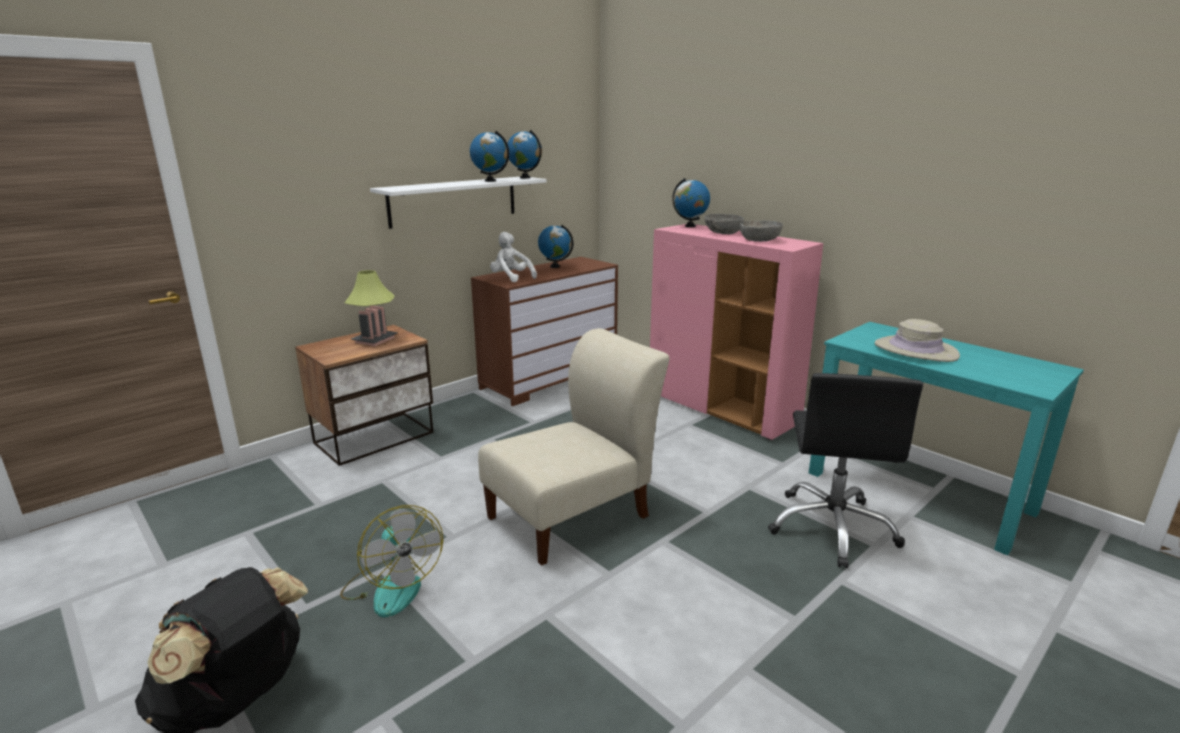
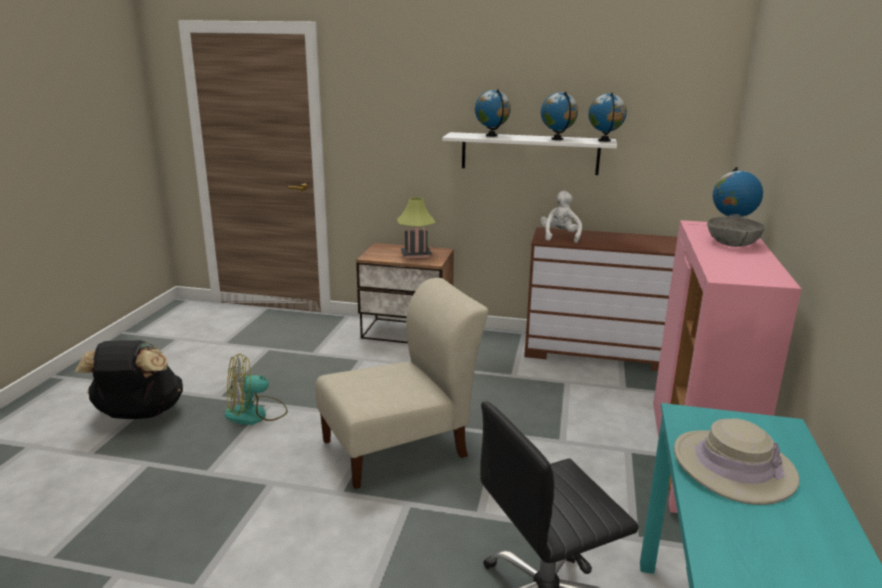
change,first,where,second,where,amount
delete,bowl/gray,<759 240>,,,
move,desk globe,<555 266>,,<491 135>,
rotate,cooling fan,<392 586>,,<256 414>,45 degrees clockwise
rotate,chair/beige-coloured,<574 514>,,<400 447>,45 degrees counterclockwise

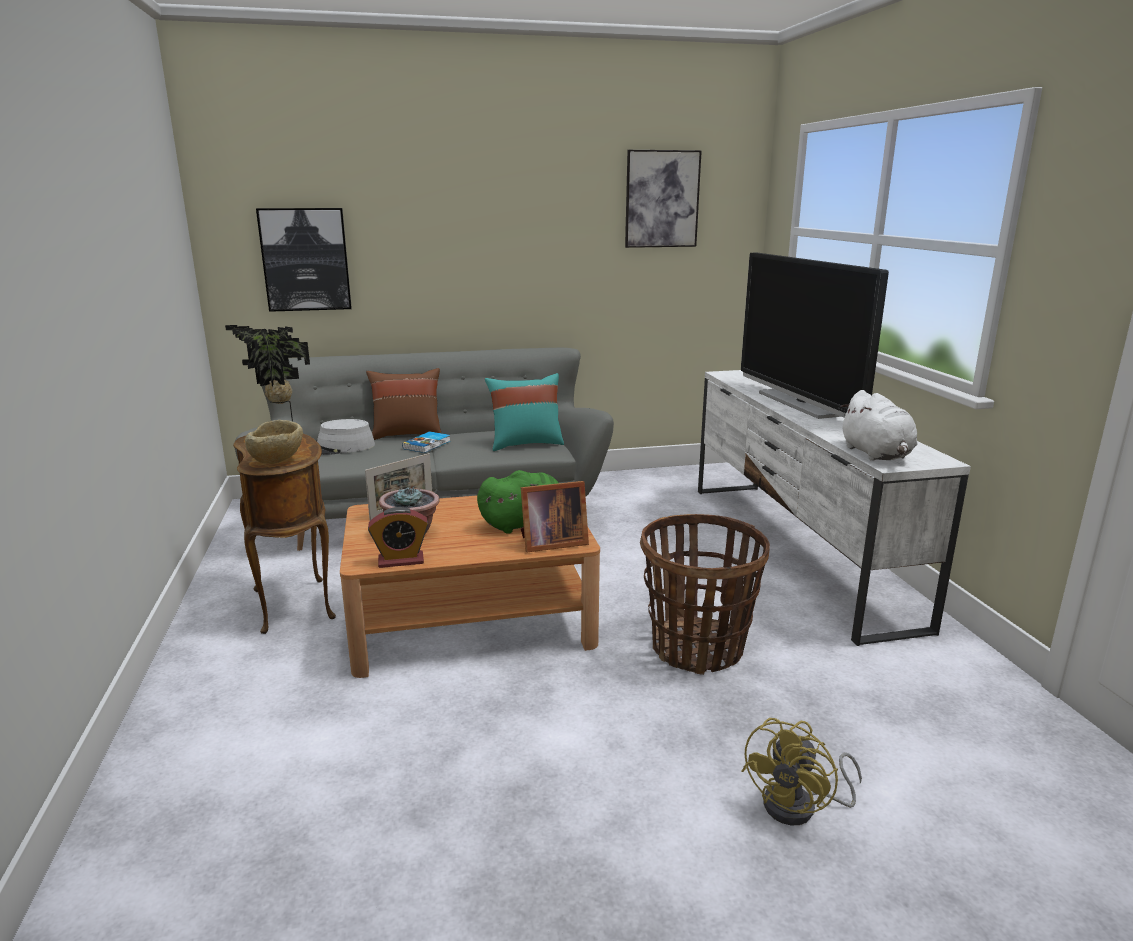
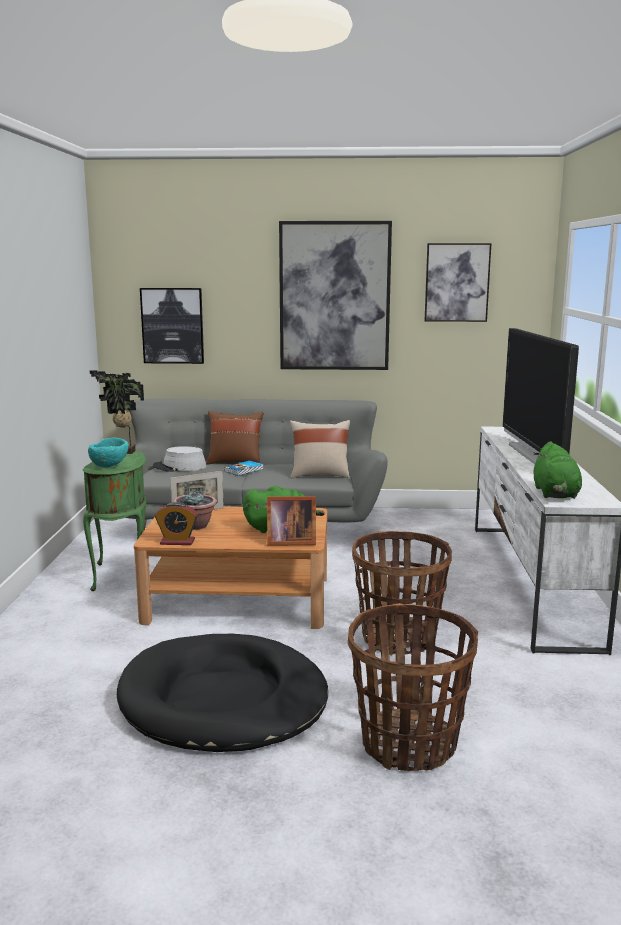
change,first,where,second,where,amount
insert,,,dog bed/black-coloured,<223 699>,
insert,,,wall picture,<334 296>,
replace,cooling fan/yellow-coloured,<800 807>,storage basket,<409 744>,
recolor,end table/brownish,<297 604>,end table/green-coloured,<123 576>,
recolor,bowl/beige-coloured,<277 462>,bowl/turquoise-coloured,<109 466>,
recolor,throw pillow/turquoise-coloured,<525 444>,throw pillow/beige-coloured,<320 475>,
recolor,soft toy/white,<877 455>,soft toy/green-coloured,<555 494>,

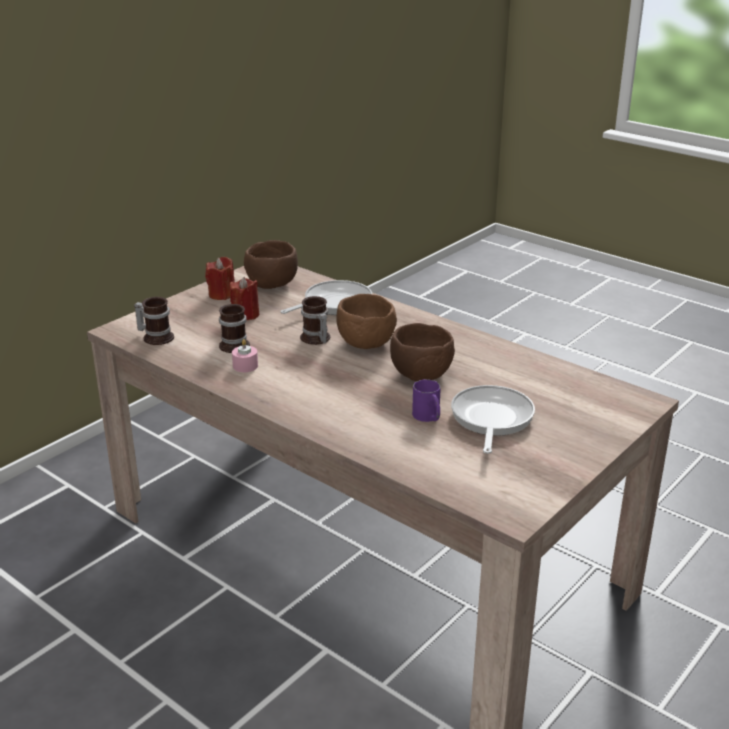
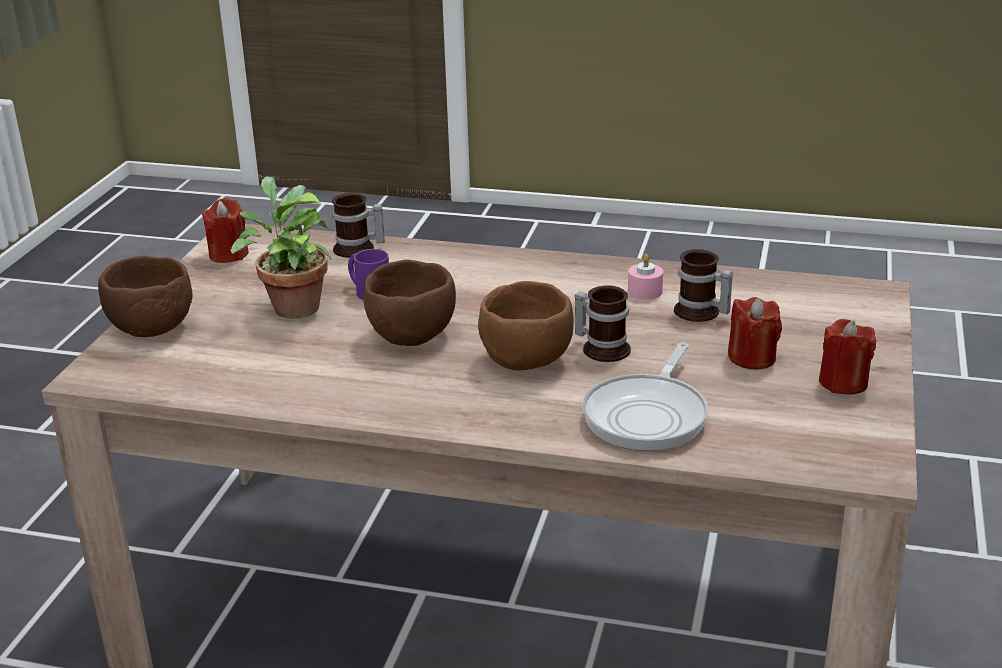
change,first,where,second,where,amount
insert,,,wax light/reddish,<228 254>,
move,mug,<156 337>,,<358 249>,
move,bowl/brownish,<273 284>,,<150 329>,
replace,frying pan,<491 419>,plant in a pot,<292 306>,

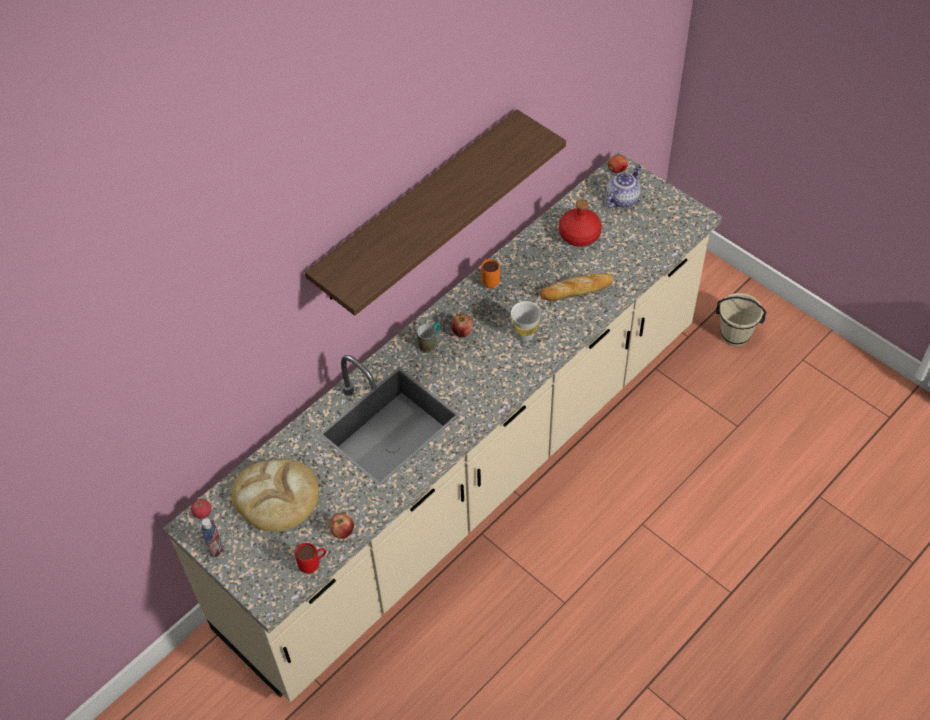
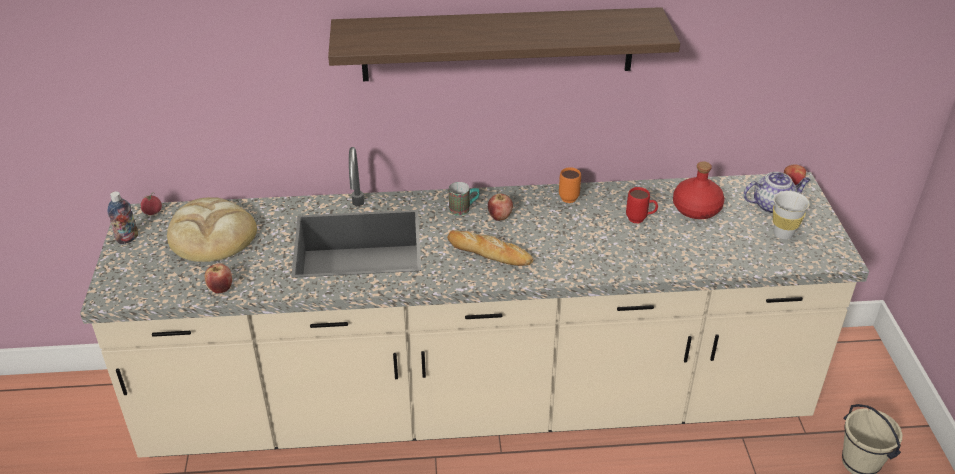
change,first,where,second,where,amount
move,mug/reddish,<314 565>,,<640 220>,
move,cup/white,<525 335>,,<783 234>,
move,bread,<577 289>,,<489 252>,

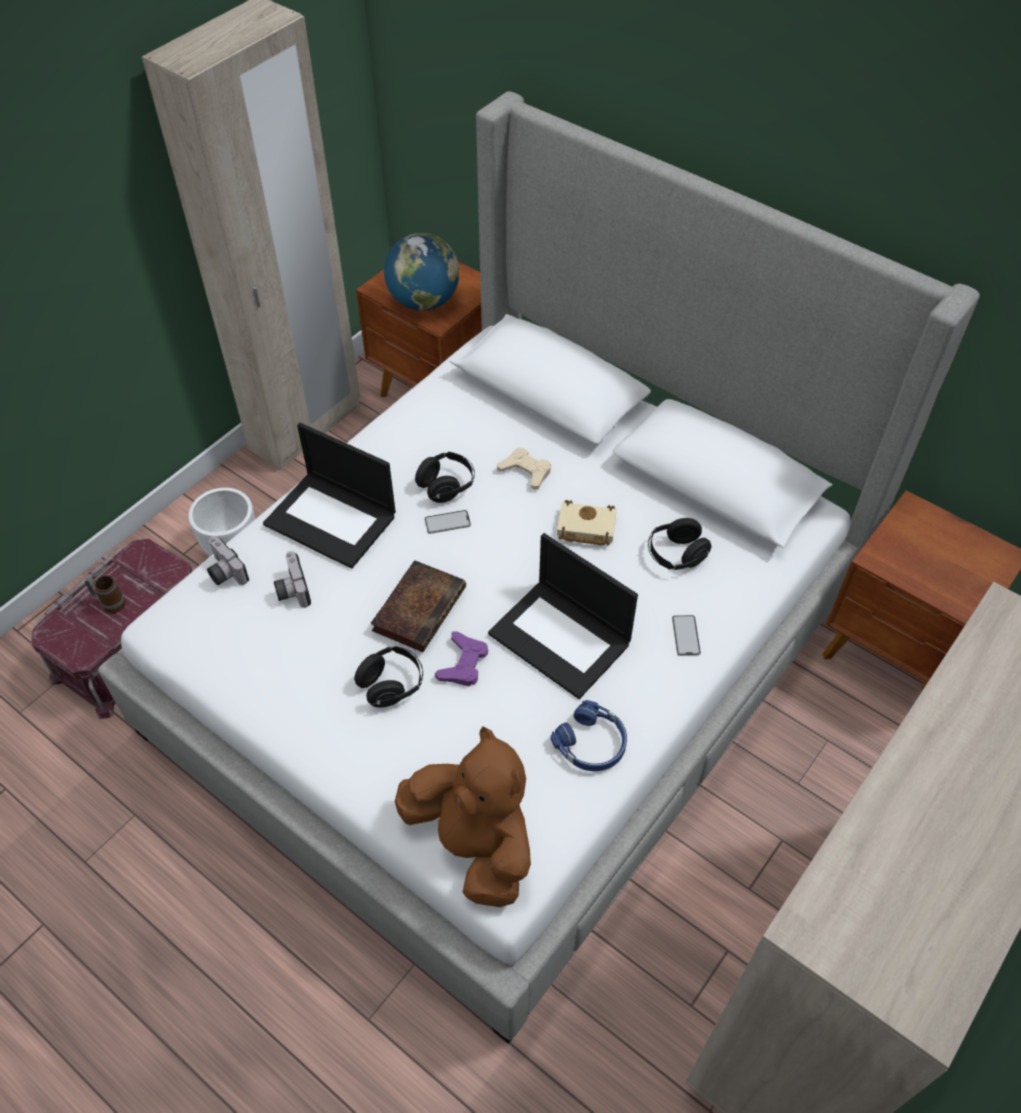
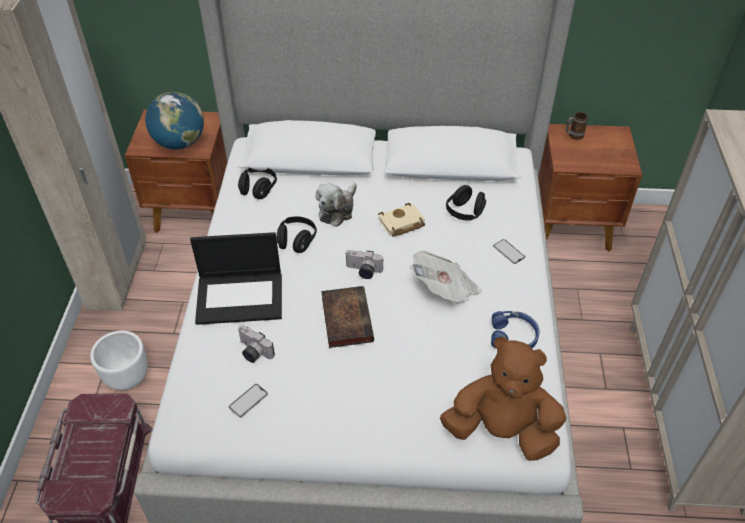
change,first,where,second,where,amount
delete,game controller/purplish,<463 663>,,,
move,mug,<110 603>,,<573 136>,
move,still camera,<224 572>,,<363 271>,
move,headset/black-coloured,<391 685>,,<258 189>,
move,handset,<447 522>,,<248 400>,
replace,laptop,<561 638>,daily paper,<445 290>,
replace,game controller/beige-coloured,<525 471>,soft toy,<337 210>,

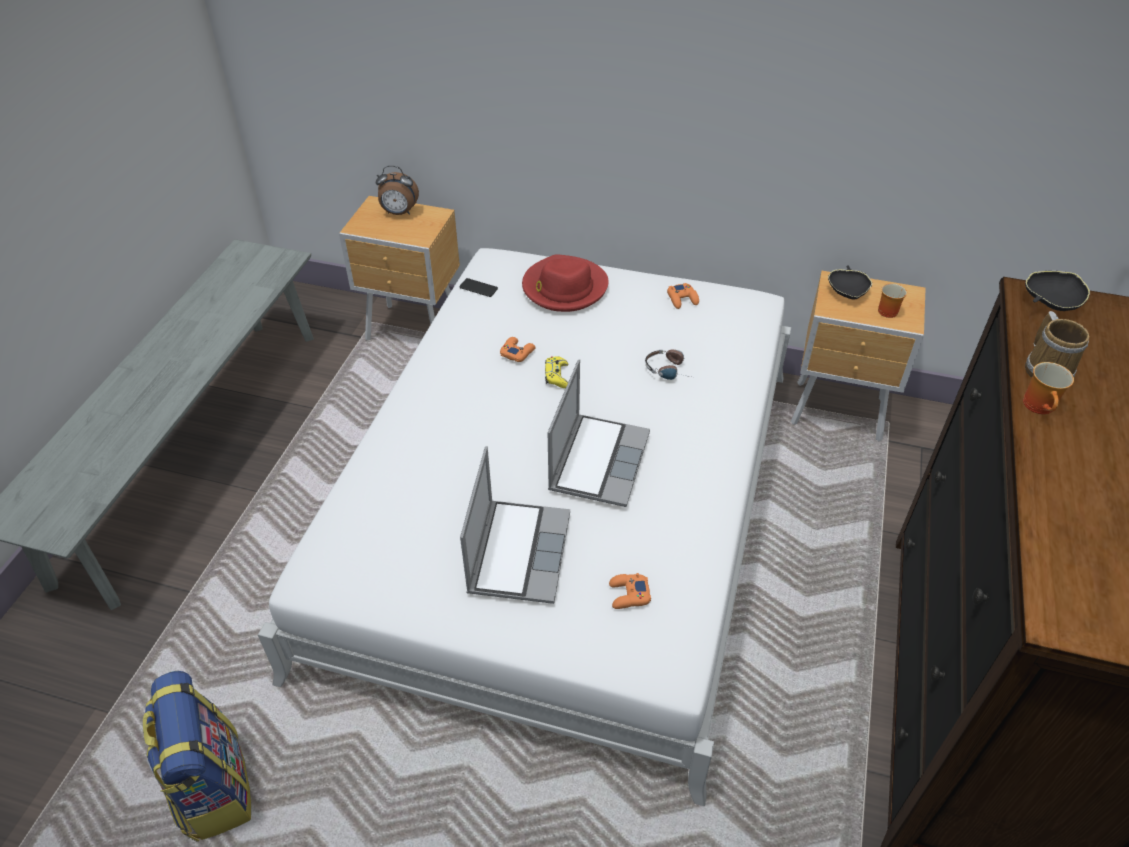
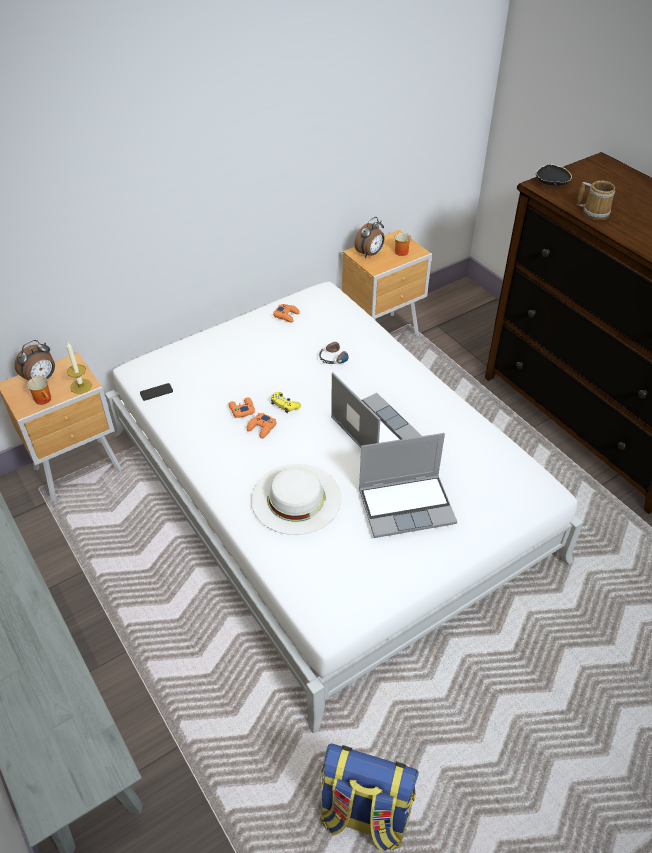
change,first,where,second,where,amount
delete,clothing hat/reddish,<564 287>,,,
insert,,,wax light,<81 386>,
insert,,,clothing hat/white,<296 498>,
move,game controller/orange,<629 595>,,<262 428>,
move,mug,<1041 407>,,<45 399>,
replace,bowl/black-coloured,<847 291>,alarm clock,<370 254>,
rotate,laptop,<518 551>,,<407 505>,120 degrees clockwise

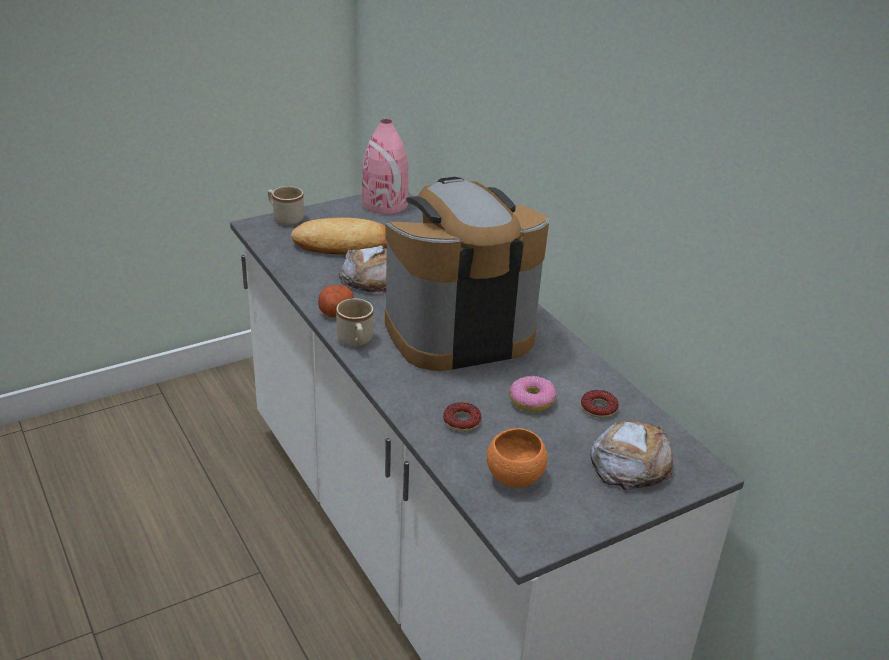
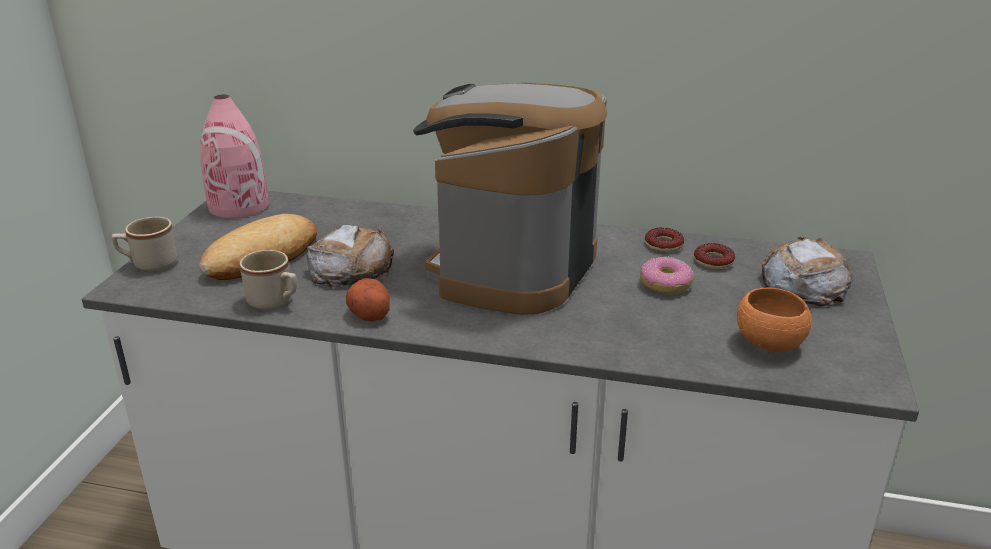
change,first,where,second,where,amount
move,mug/beige-coloured,<356 341>,,<275 302>,
move,donut,<461 421>,,<663 245>,

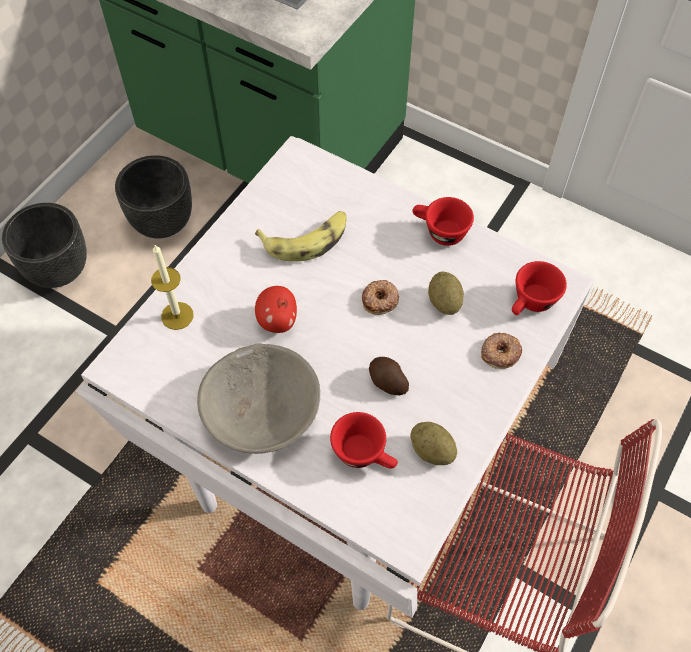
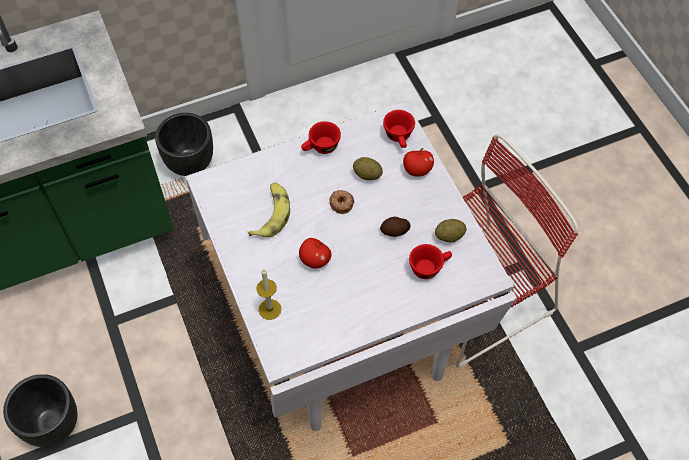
change,first,where,second,where,amount
delete,bowl/gray,<261 411>,,,
move,plant pot/black-coloured,<162 224>,,<190 164>,
replace,donut,<500 352>,whole apple,<417 170>,

